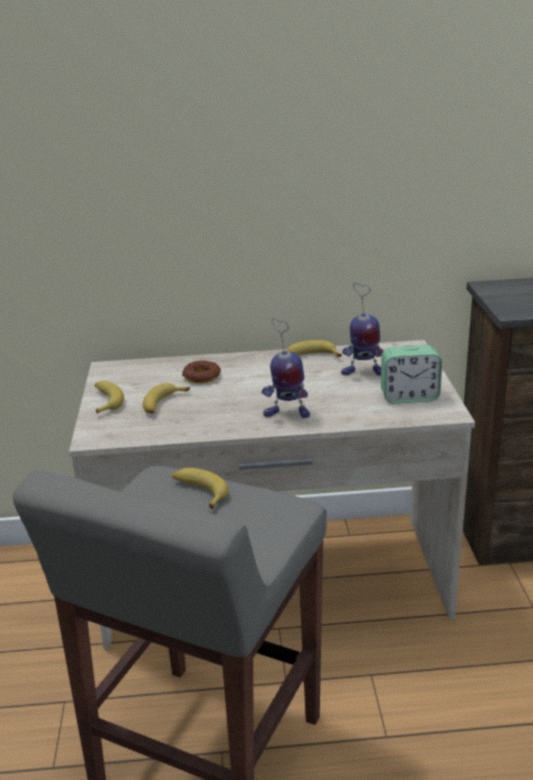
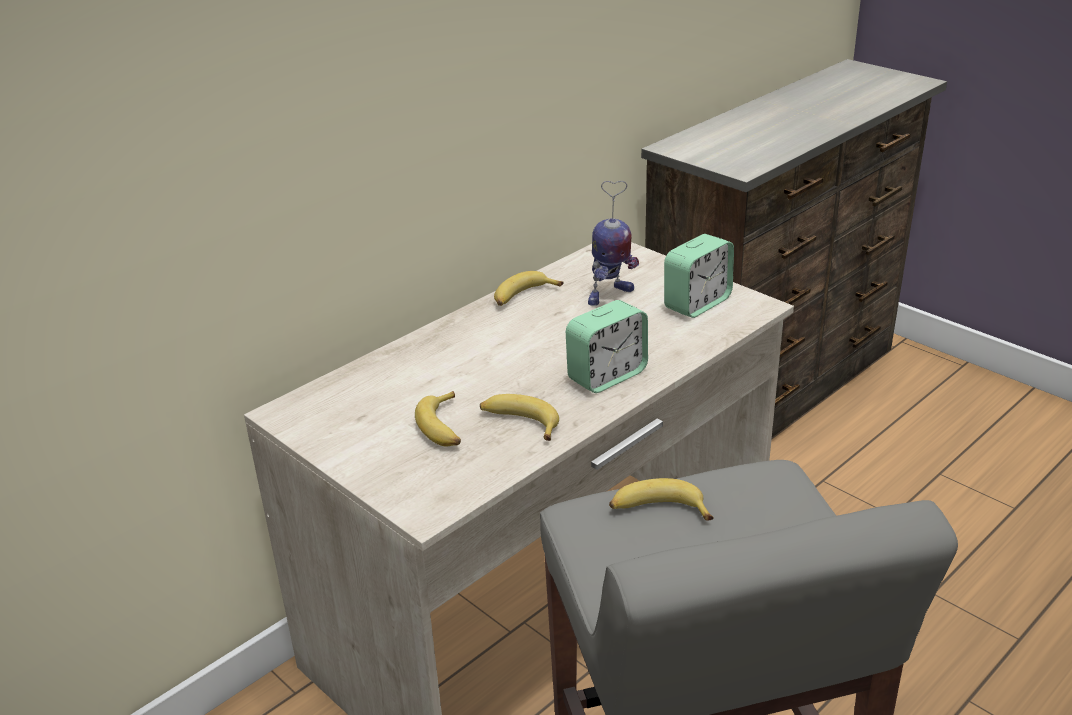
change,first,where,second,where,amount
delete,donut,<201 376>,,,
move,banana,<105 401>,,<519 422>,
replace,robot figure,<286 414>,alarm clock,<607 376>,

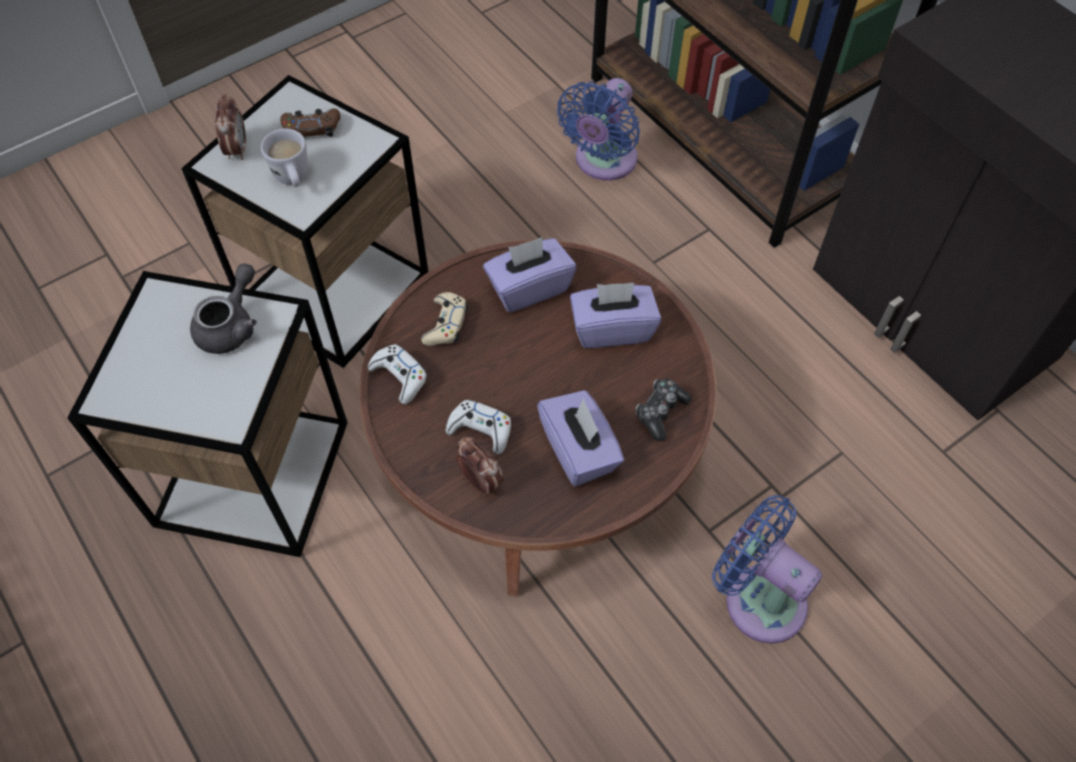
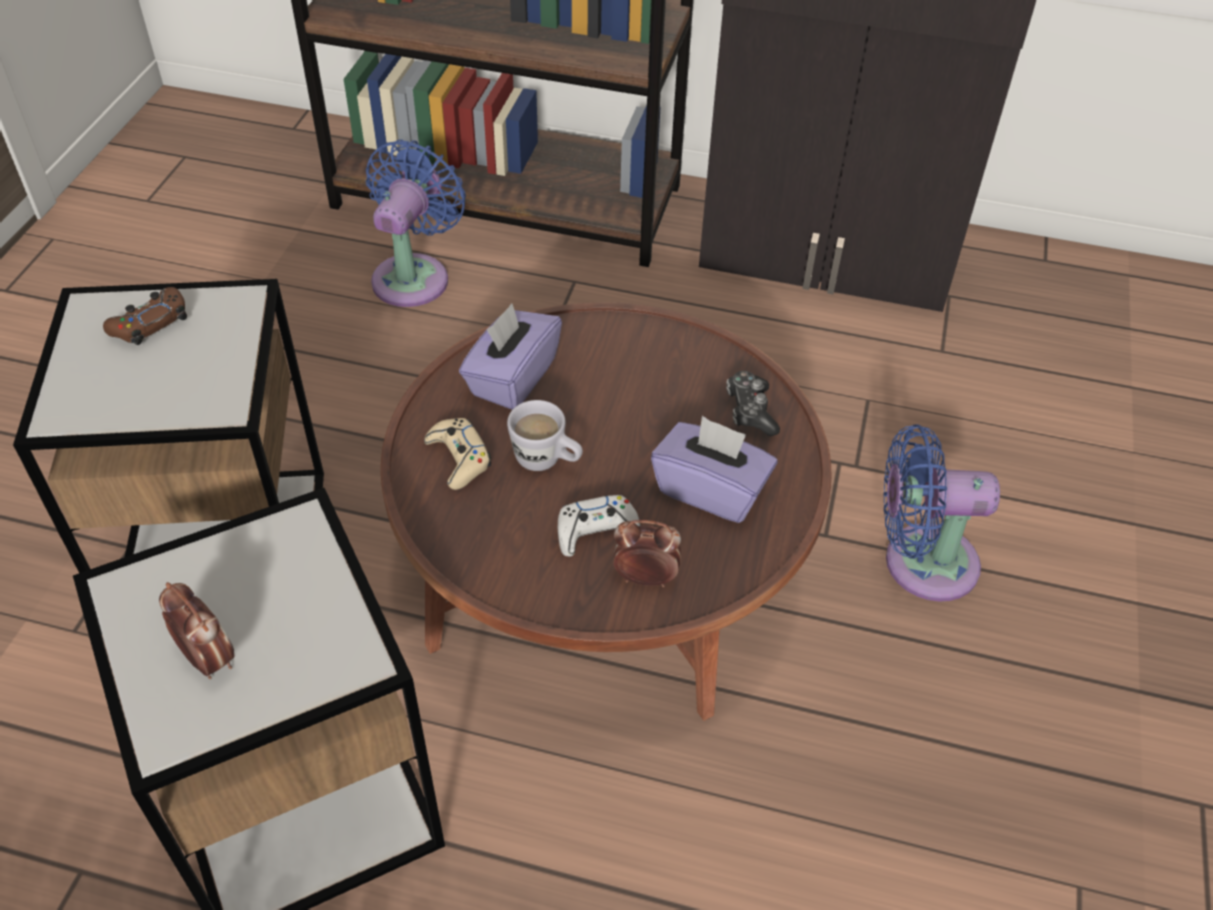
change,first,where,second,where,amount
delete,pot for tea/gray,<231 325>,,,
delete,game controller/white,<399 377>,,,
delete,tissue box/purplish,<612 328>,,,
move,alarm clock,<237 149>,,<208 659>,
move,mug/white,<293 180>,,<547 461>,
rotate,cooling fan/blue,<602 162>,,<414 275>,150 degrees counterclockwise

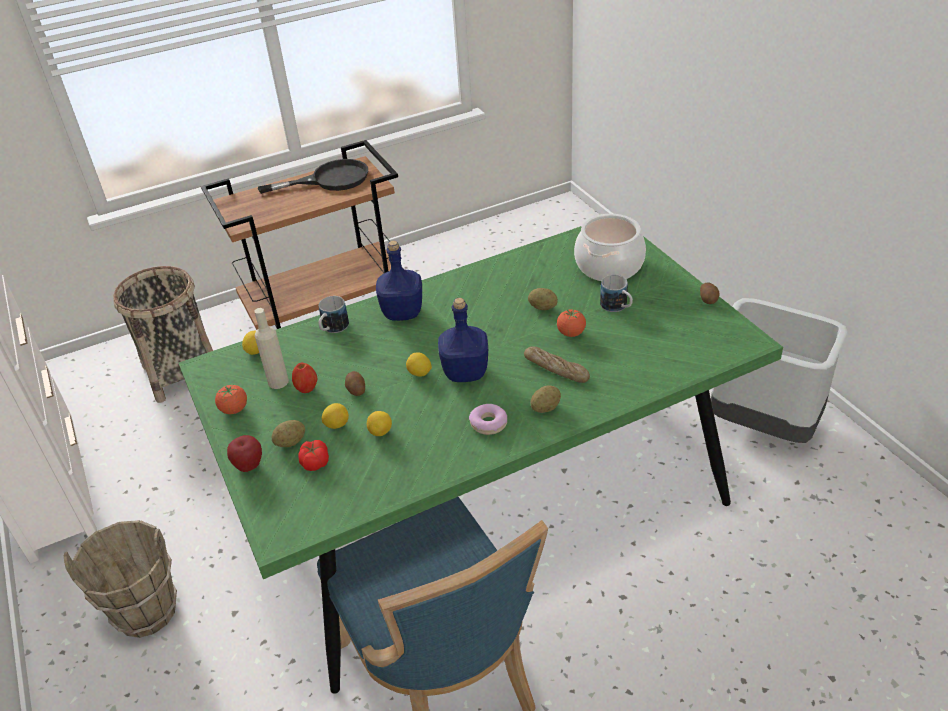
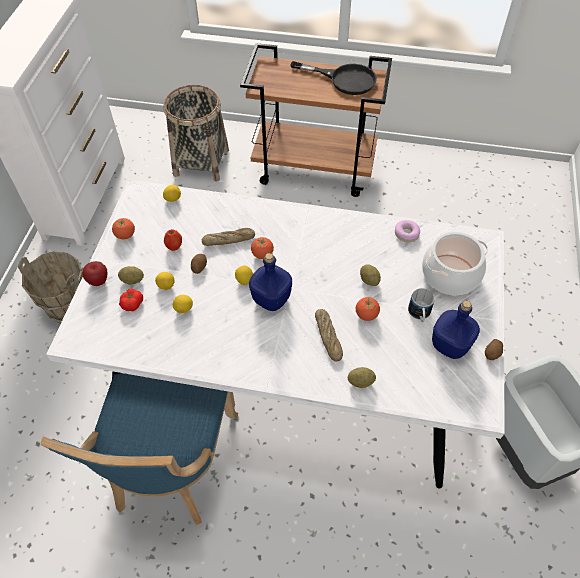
change,first,where,second,where,amount
delete,bottle/beige-coloured,<278 382>,,,
delete,mug,<332 329>,,,
insert,,,bread,<228 240>,
insert,,,tomato,<262 254>,
move,bottle/blue,<403 312>,,<451 345>,
move,donut,<488 423>,,<406 234>,
move,whole potato,<545 408>,,<360 381>,
recolor,dinner table/green-coloured,<487 501>,dinner table/white,<292 370>,

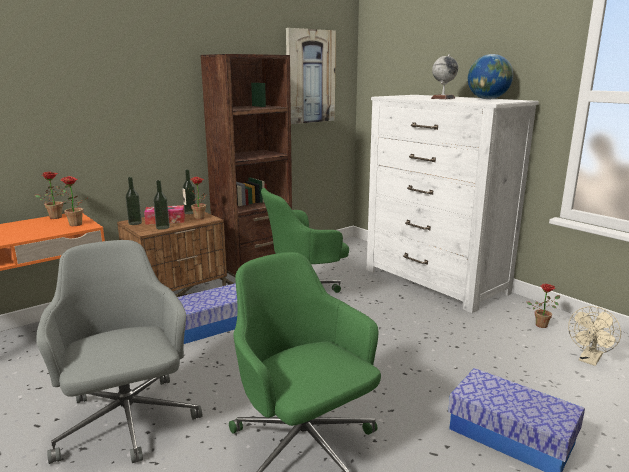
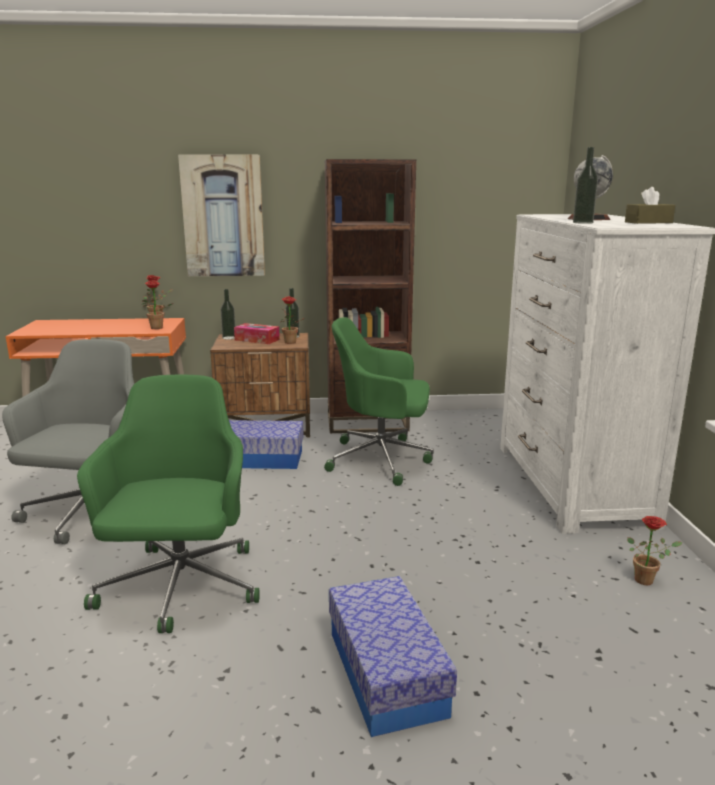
change,first,where,second,where,amount
delete,cooling fan/beige-coloured,<589 360>,,,
move,bottle,<162 227>,,<583 222>,
move,wall picture,<310 76>,,<223 216>,
replace,desk globe,<487 99>,tissue box/brownish,<648 222>,

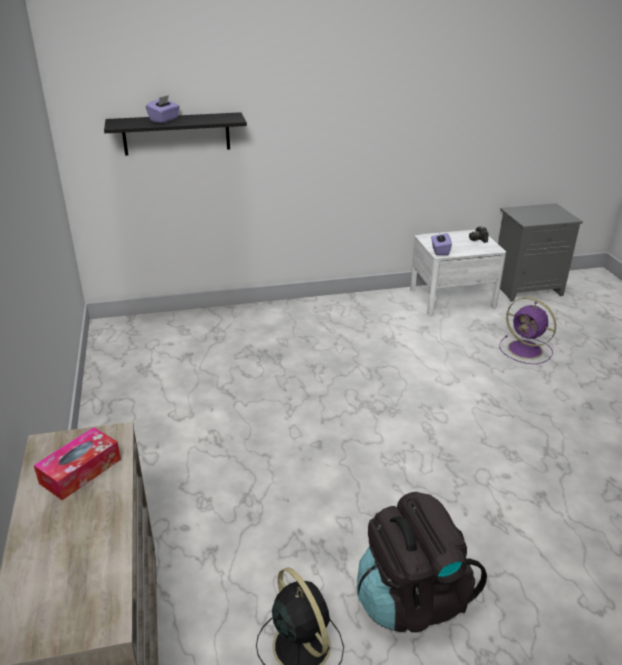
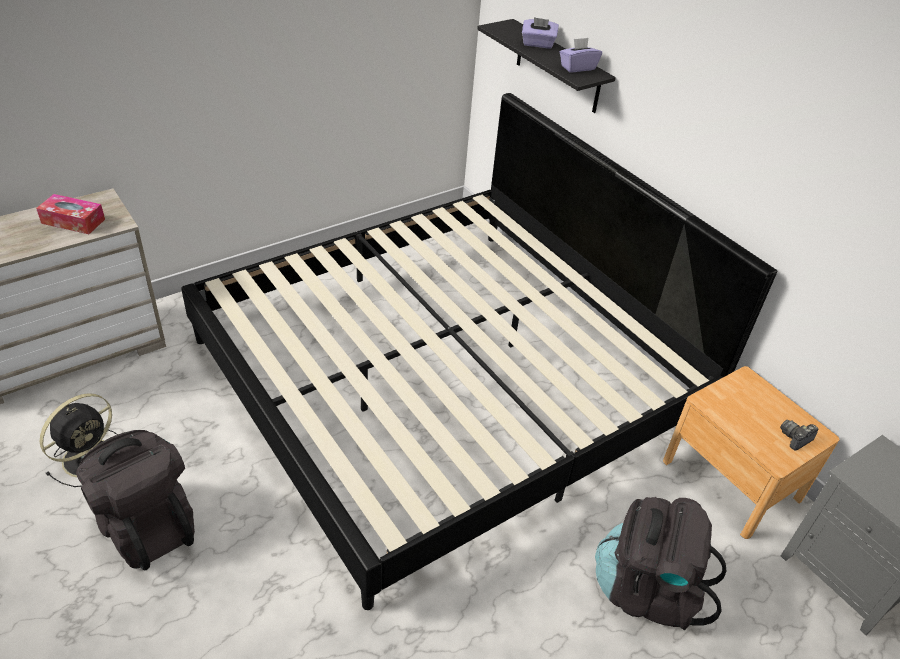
change,first,where,second,where,amount
insert,,,bedroom bed,<446 379>,
move,tissue box/purplish,<440 251>,,<577 67>,
replace,cooling fan/purplish,<526 350>,rucksack/black-coloured,<647 590>,
recolor,bedside table/white,<452 298>,bedside table/brownish,<731 480>,

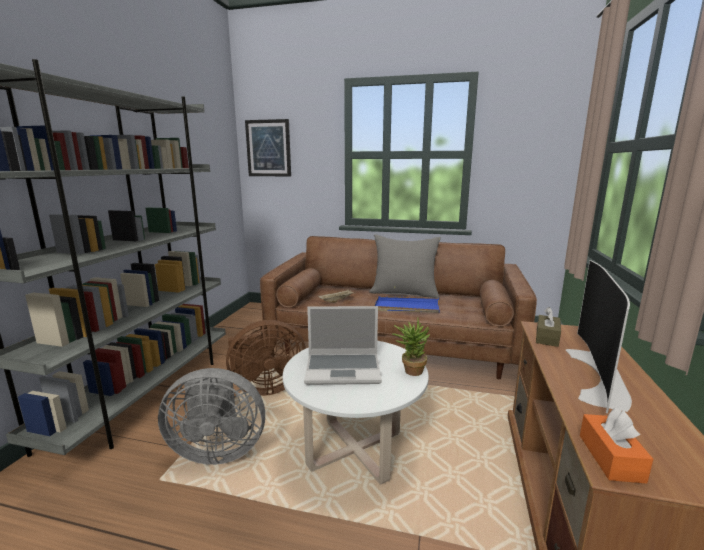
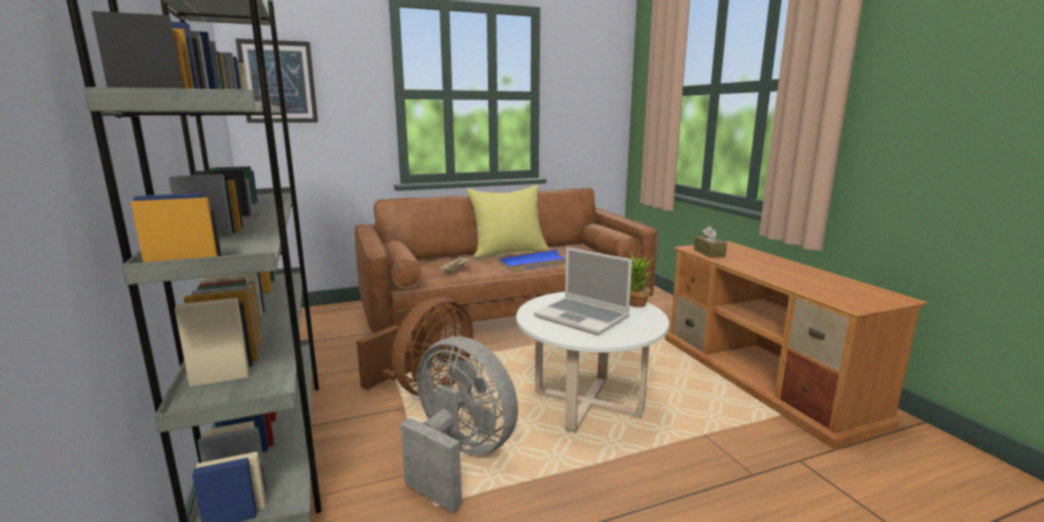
change,first,where,second,where,amount
delete,television,<601 377>,,,
delete,tissue box/orange,<610 458>,,,
recolor,throw pillow/gray,<404 293>,throw pillow/yellow-coloured,<509 252>,
rotate,cooling fan/gray,<217 450>,,<459 457>,105 degrees counterclockwise
rotate,laptop,<344 369>,,<583 317>,75 degrees clockwise

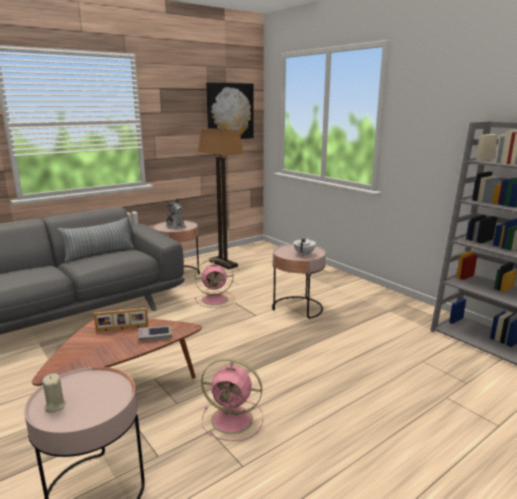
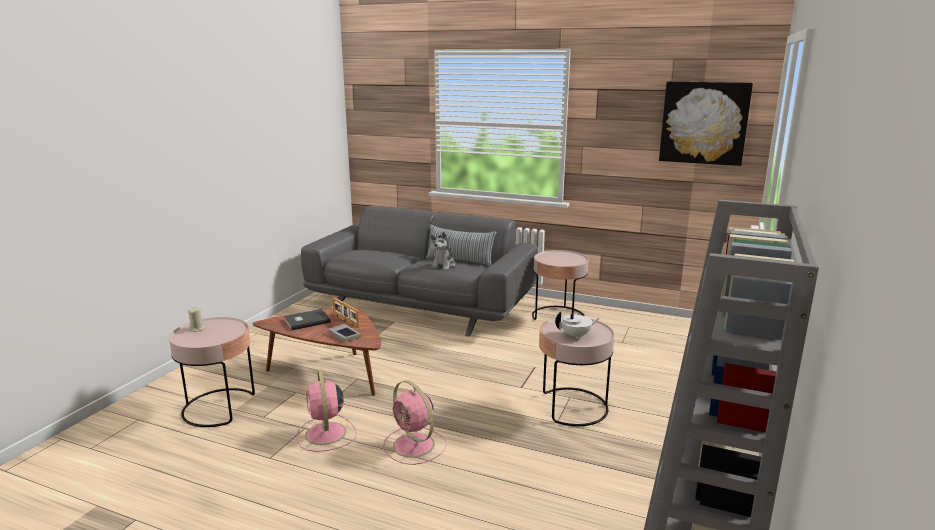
change,first,where,second,where,amount
delete,floor lamp,<222 263>,,,
insert,,,bound book/gray,<306 321>,
move,soft toy,<175 226>,,<444 265>,
move,cooling fan/pinkish,<216 299>,,<415 446>,

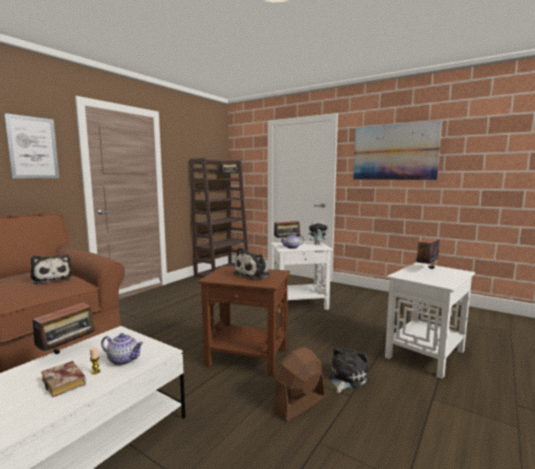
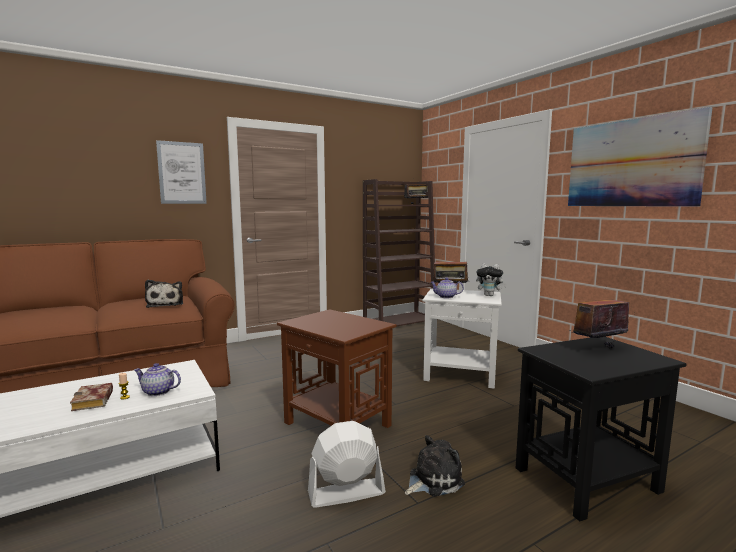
change,first,where,second,where,amount
delete,radio receiver,<68 351>,,,
delete,soft toy,<254 274>,,,
recolor,cooling fan/brownish,<299 403>,cooling fan/white,<346 493>,
recolor,end table/white,<424 354>,end table/black-coloured,<585 480>,
rotate,pot for tea,<124 360>,,<157 392>,150 degrees clockwise

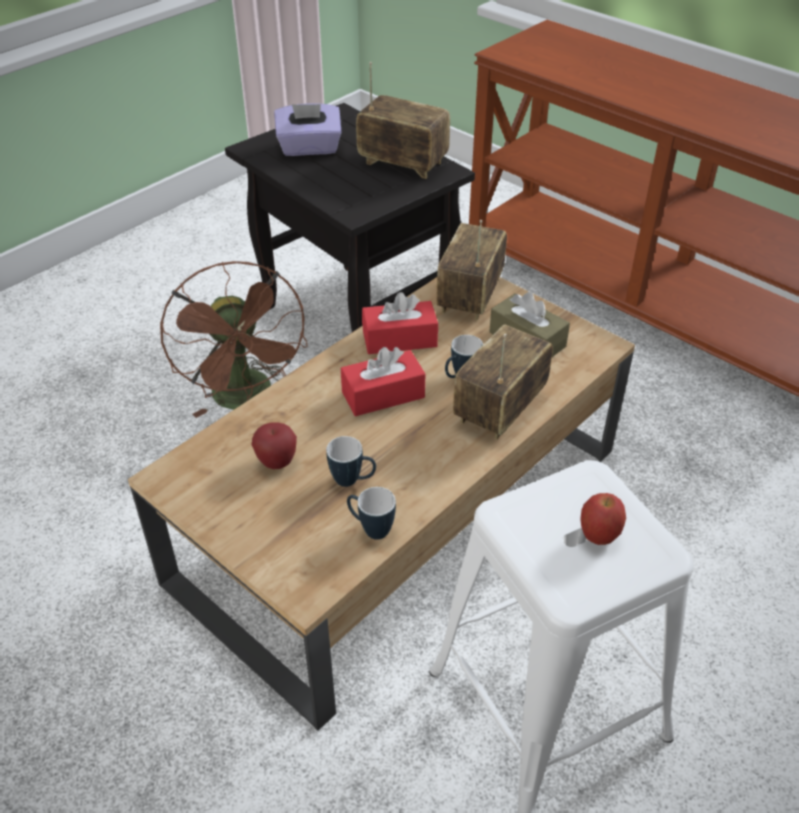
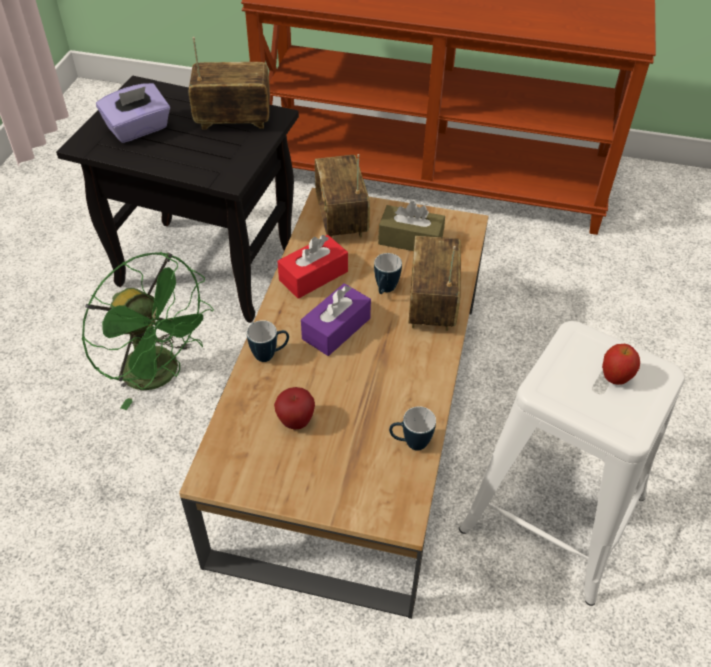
change,first,where,second,where,amount
move,mug,<352 481>,,<270 355>,
recolor,cooling fan/brownish,<247 399>,cooling fan/green-coloured,<160 375>,
recolor,tissue box/reddish,<383 395>,tissue box/purplish,<336 328>,

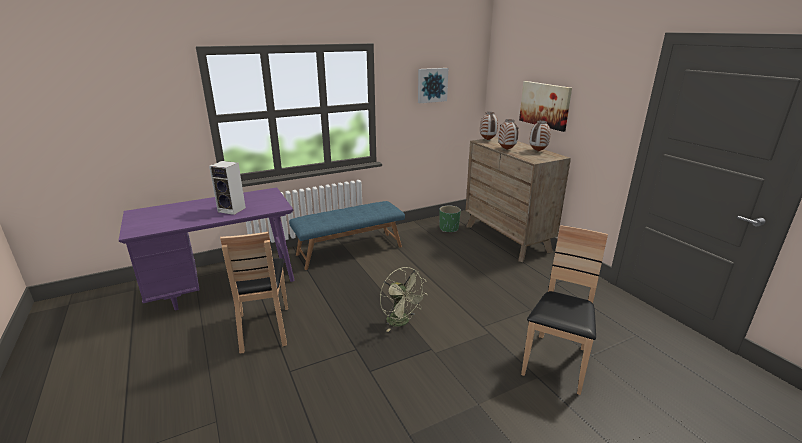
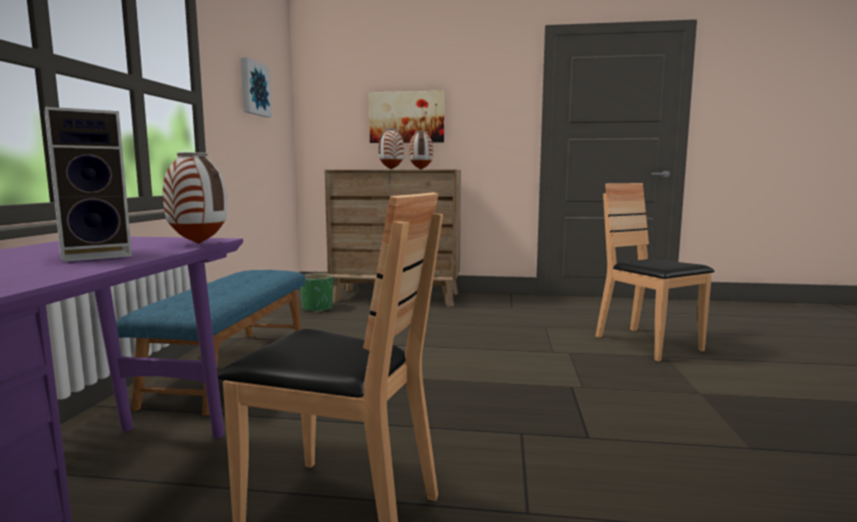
change,first,where,second,where,amount
delete,cooling fan/green-coloured,<402 322>,,,
move,decorative vase,<488 140>,,<199 243>,

